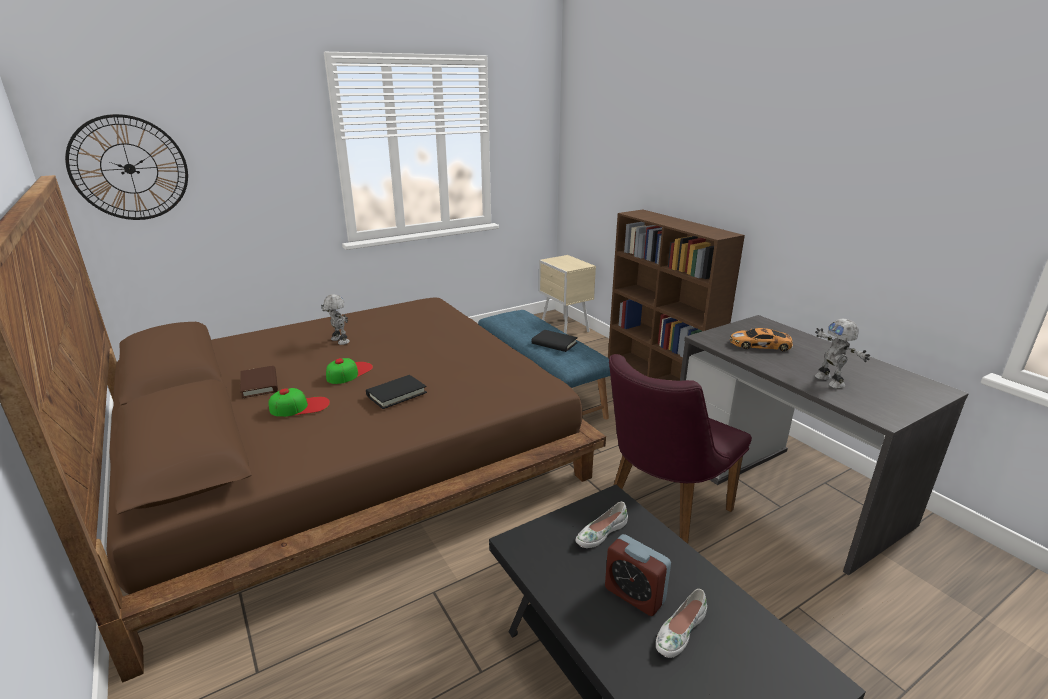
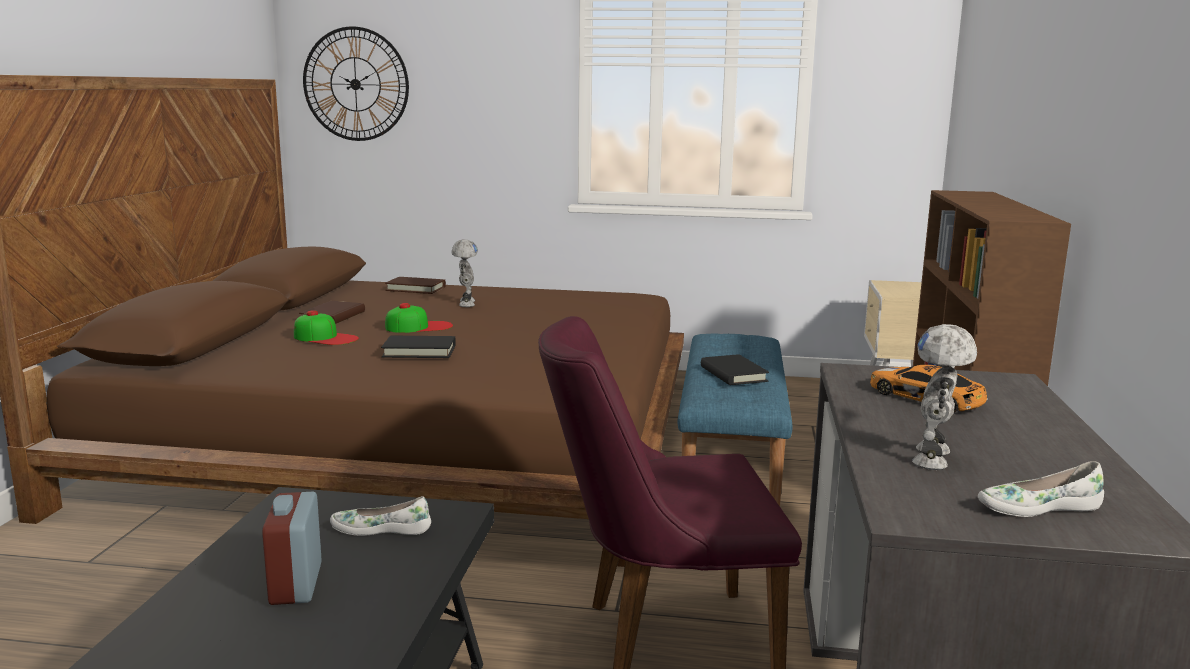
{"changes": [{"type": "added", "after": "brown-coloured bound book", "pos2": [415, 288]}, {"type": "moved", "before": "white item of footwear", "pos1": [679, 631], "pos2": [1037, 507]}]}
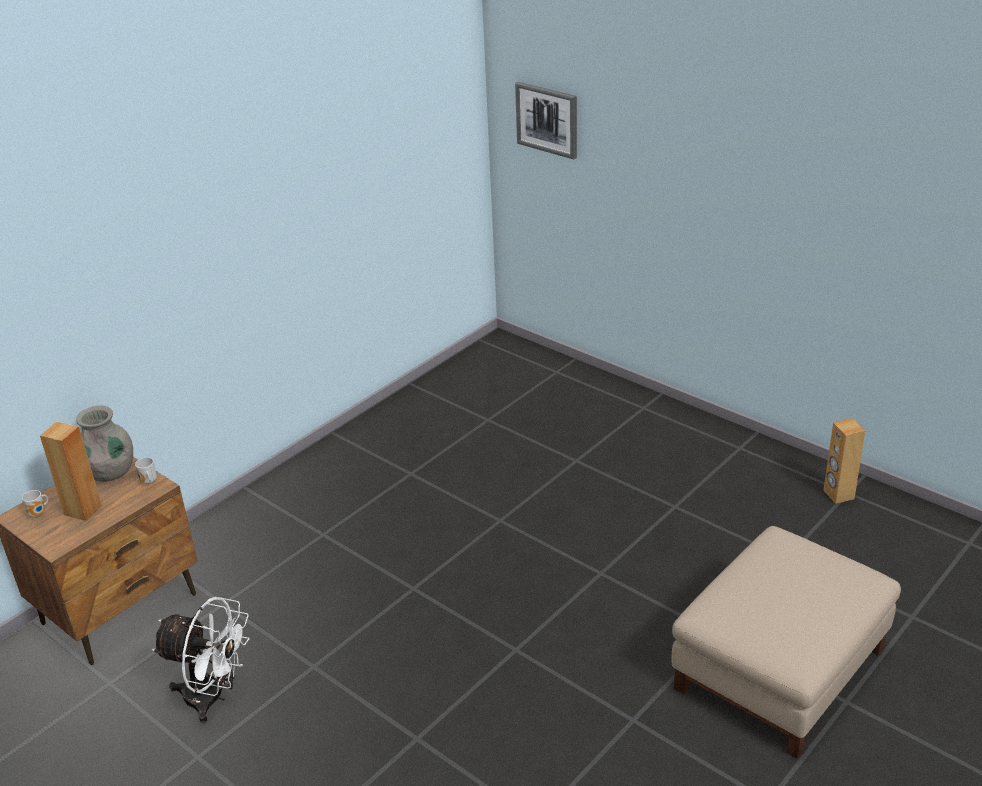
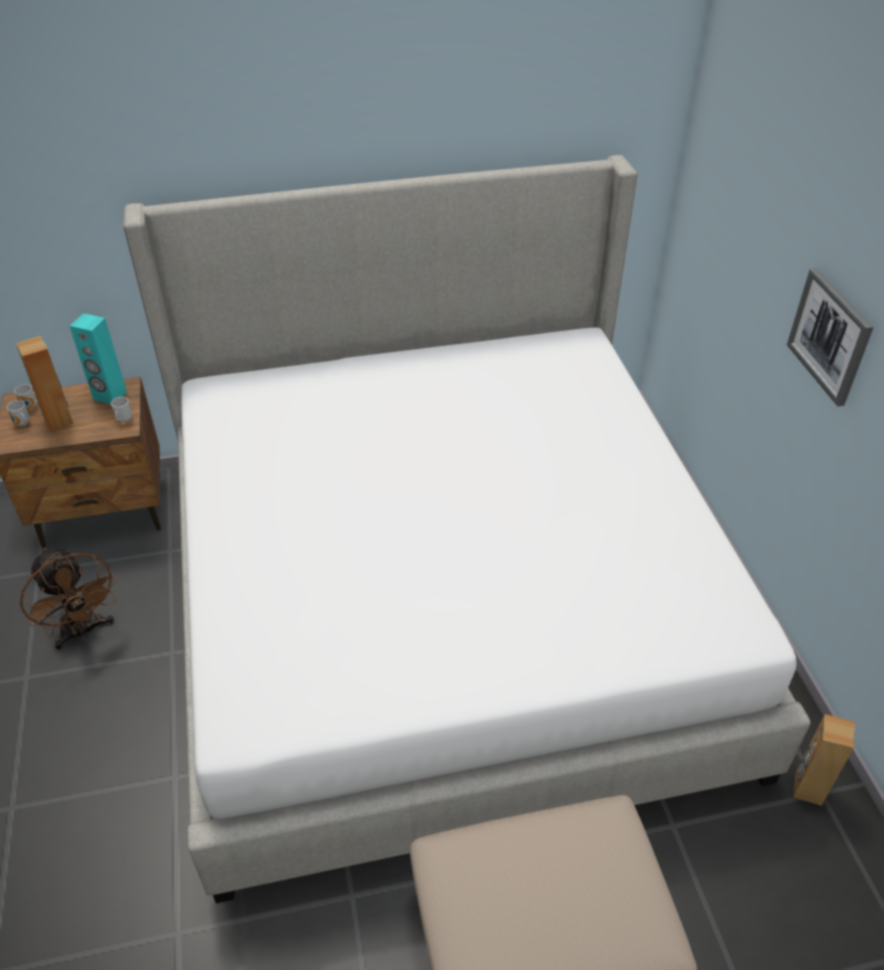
{"changes": [{"type": "added", "after": "coffee mug", "pos2": [22, 424]}, {"type": "recoloured", "before": "white electric fan", "after": "brown-coloured electric fan", "pos1": [213, 697], "pos2": [83, 631]}, {"type": "replaced", "before": "gray decorative vase", "after": "blue-green speaker", "pos1": [110, 473], "pos2": [110, 396]}, {"type": "added", "after": "bedroom bed", "pos2": [442, 603]}, {"type": "moved", "before": "wall picture", "pos1": [547, 119], "pos2": [830, 336]}]}
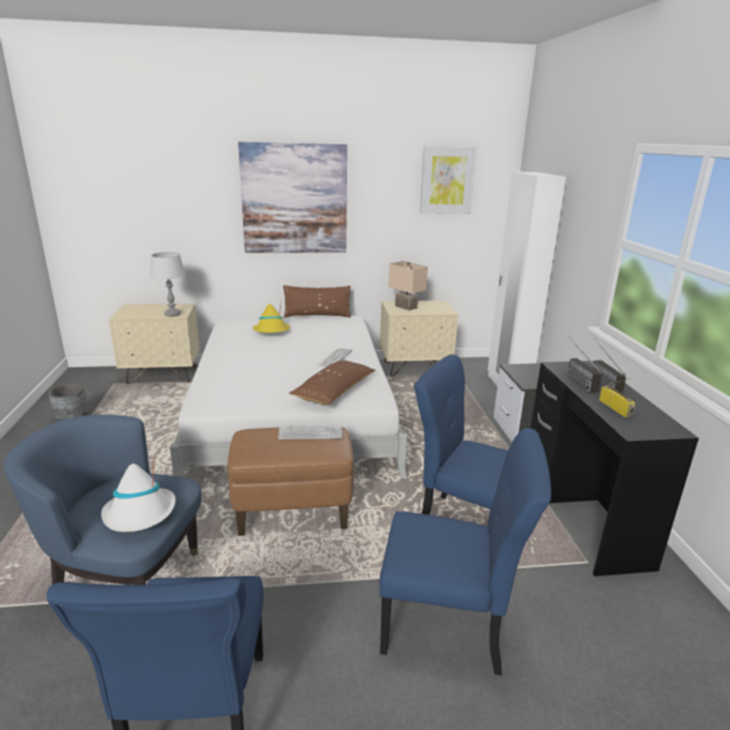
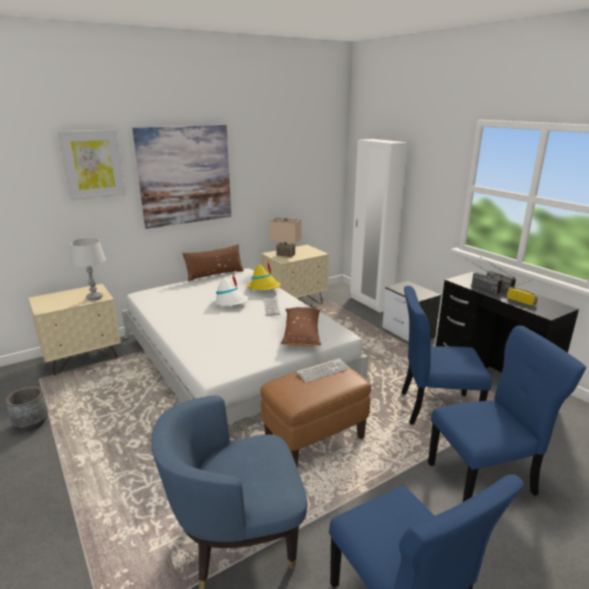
{"changes": [{"type": "moved", "before": "wall picture", "pos1": [447, 180], "pos2": [93, 164]}, {"type": "moved", "before": "white clothing hat", "pos1": [140, 514], "pos2": [230, 302]}, {"type": "moved", "before": "yellowish clothing hat", "pos1": [272, 331], "pos2": [264, 288]}]}
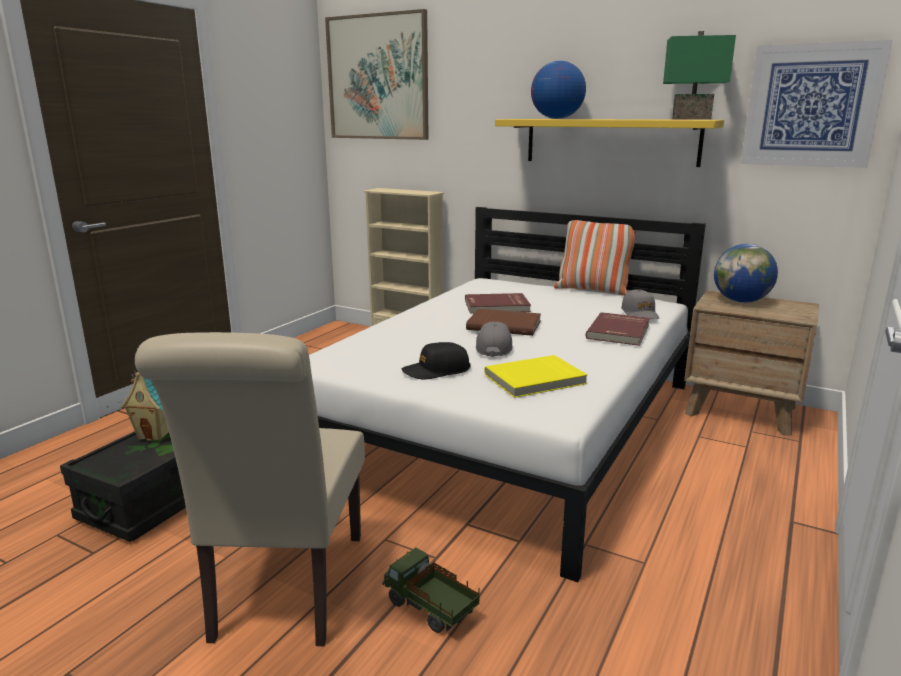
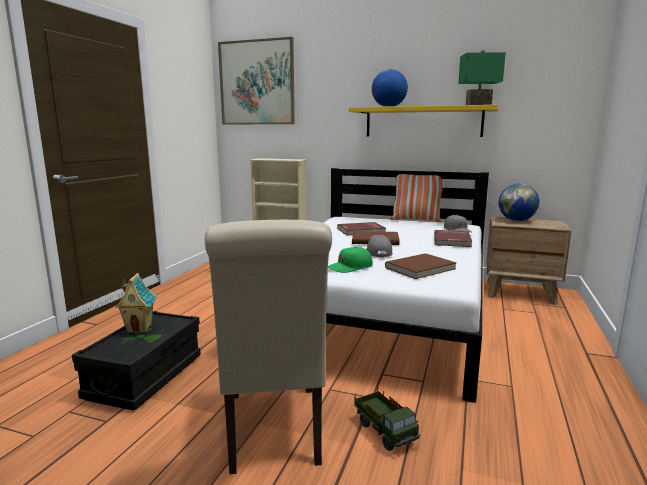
{"changes": [{"type": "recoloured", "before": "black baseball cap", "after": "green-coloured baseball cap", "pos1": [436, 371], "pos2": [350, 267]}, {"type": "turned", "before": "model truck", "pos1": [429, 609], "pos2": [385, 431], "turn": -150}, {"type": "recoloured", "before": "yellowish bound book", "after": "brown-coloured bound book", "pos1": [535, 380], "pos2": [421, 268]}, {"type": "removed", "before": "wall picture", "pos1": [811, 106]}]}
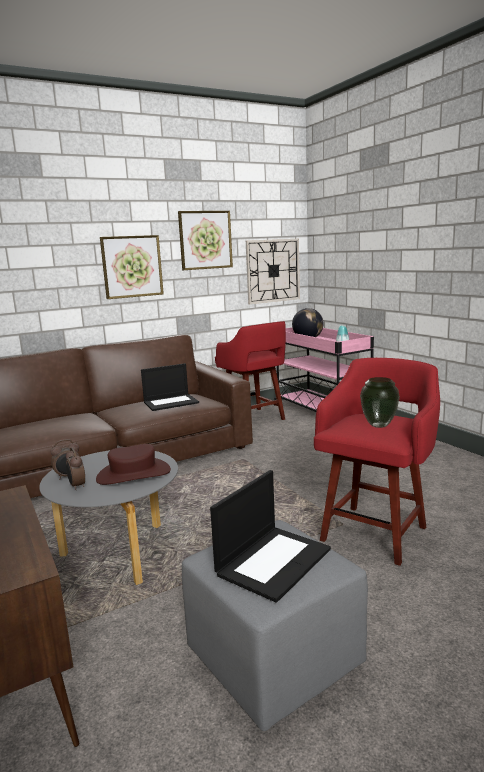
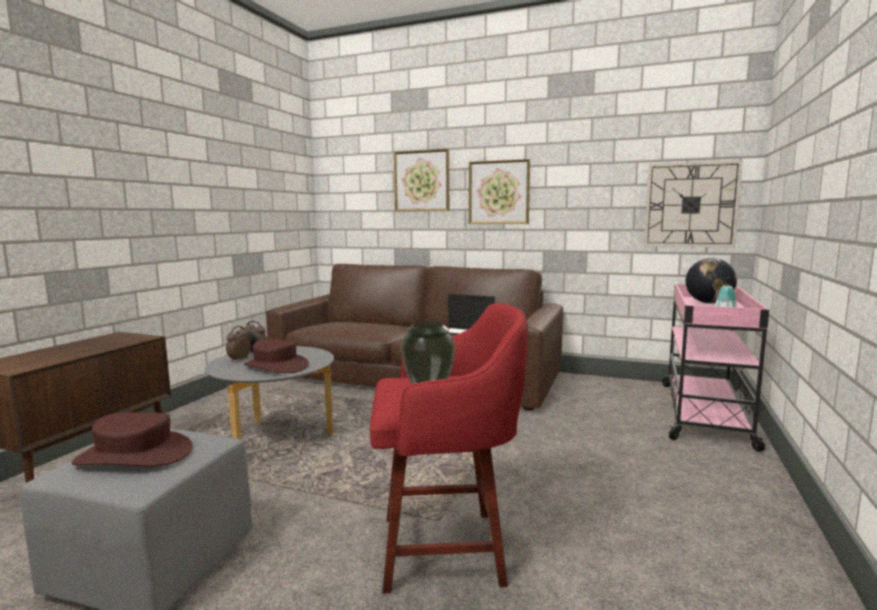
{"changes": [{"type": "replaced", "before": "notebook computer", "after": "brown-coloured clothing hat", "pos1": [273, 561], "pos2": [135, 455]}, {"type": "moved", "before": "wall picture", "pos1": [205, 240], "pos2": [422, 181]}, {"type": "removed", "before": "red-coloured sitting stool", "pos1": [254, 419]}]}
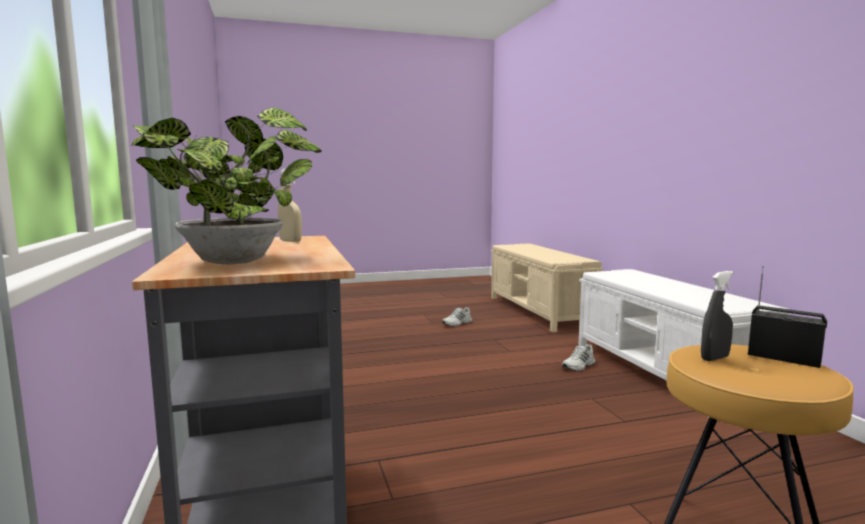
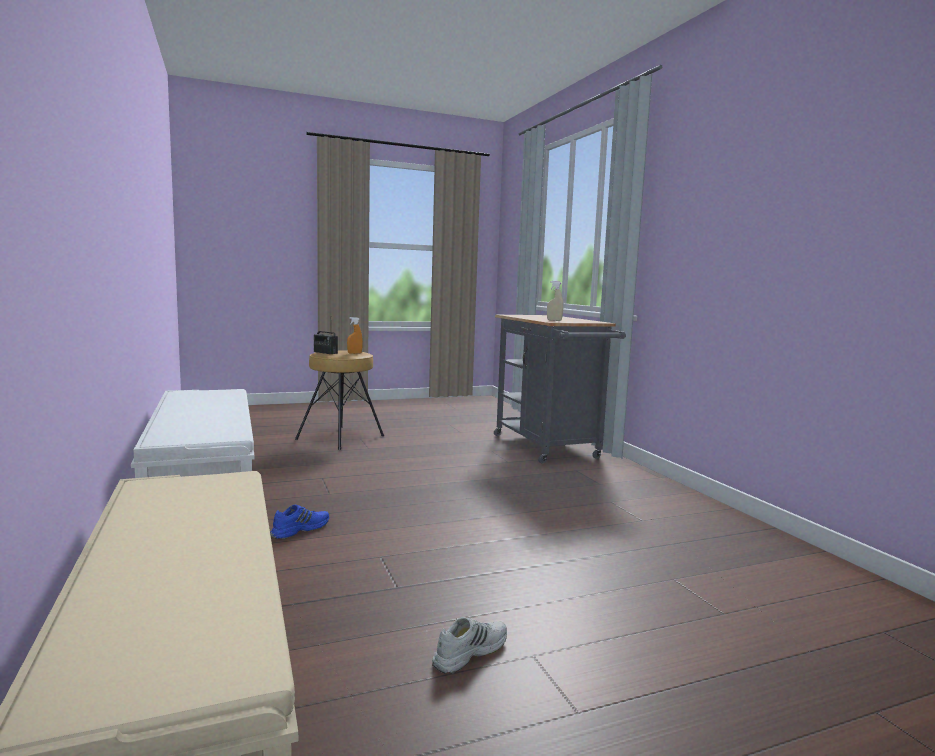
{"changes": [{"type": "recoloured", "before": "white item of footwear", "after": "blue item of footwear", "pos1": [579, 366], "pos2": [300, 529]}, {"type": "recoloured", "before": "gray spray bottle", "after": "orange-coloured spray bottle", "pos1": [714, 358], "pos2": [354, 353]}, {"type": "removed", "before": "houseplant", "pos1": [240, 260]}]}
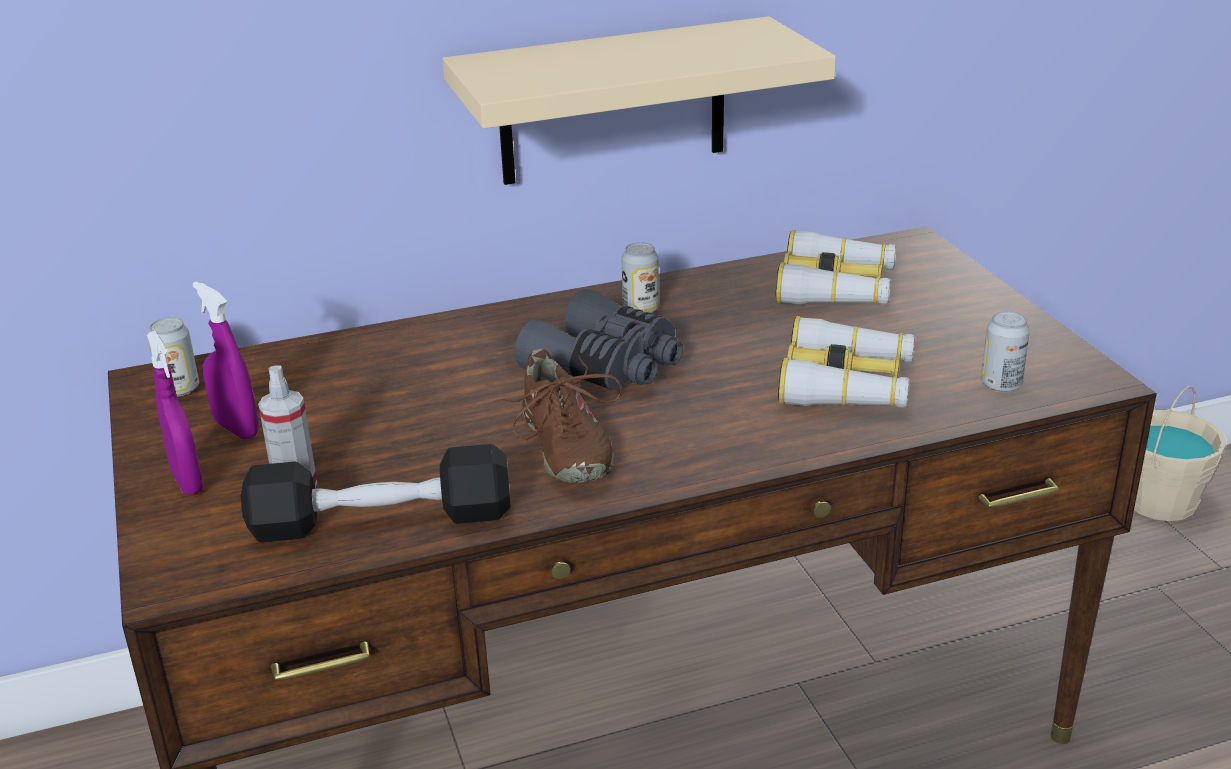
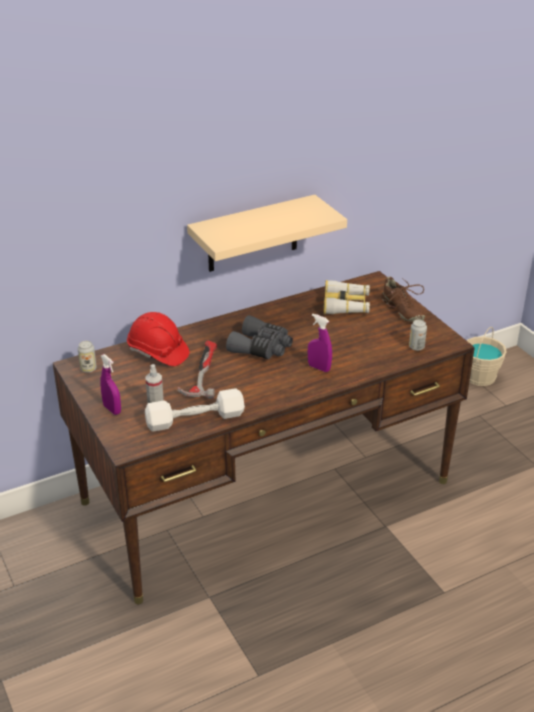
{"changes": [{"type": "added", "after": "red-coloured hard hat", "pos2": [158, 352]}, {"type": "recoloured", "before": "black free weight", "after": "white free weight", "pos1": [381, 520], "pos2": [195, 419]}, {"type": "added", "after": "tool hammer", "pos2": [201, 372]}, {"type": "moved", "before": "purple-coloured spray bottle", "pos1": [236, 429], "pos2": [319, 368]}, {"type": "moved", "before": "brown-coloured item of footwear", "pos1": [563, 447], "pos2": [402, 310]}, {"type": "removed", "before": "metal can", "pos1": [640, 309]}, {"type": "removed", "before": "pair of binoculars", "pos1": [846, 384]}]}
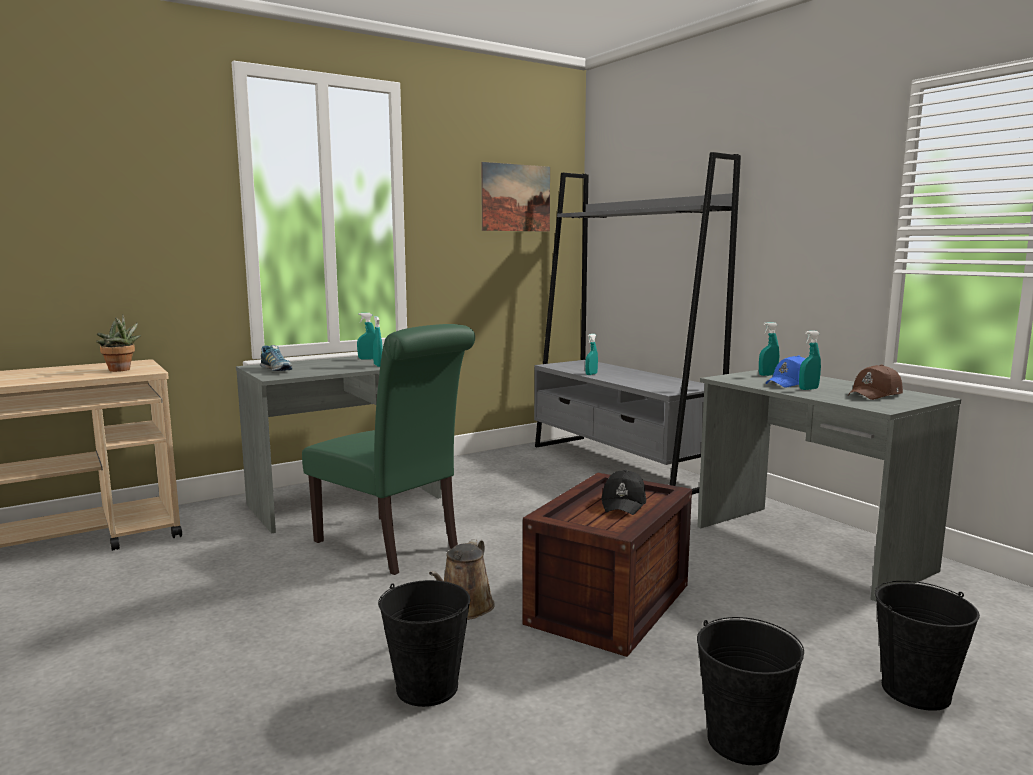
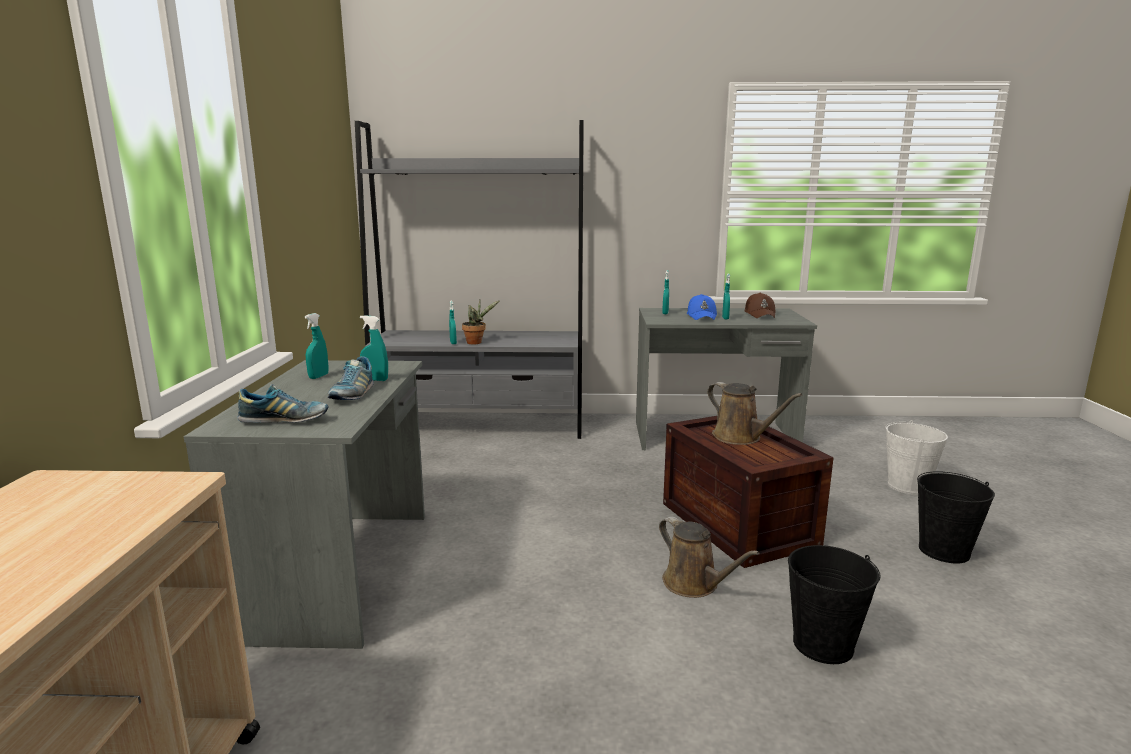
{"changes": [{"type": "added", "after": "item of footwear", "pos2": [352, 394]}, {"type": "moved", "before": "houseplant", "pos1": [121, 370], "pos2": [476, 342]}, {"type": "replaced", "before": "black baseball cap", "after": "brown-coloured sprinkling can", "pos1": [624, 503], "pos2": [740, 437]}, {"type": "recoloured", "before": "black pail", "after": "white pail", "pos1": [916, 691], "pos2": [908, 486]}, {"type": "removed", "before": "green-coloured upright chair", "pos1": [393, 546]}, {"type": "removed", "before": "wall picture", "pos1": [516, 198]}]}
